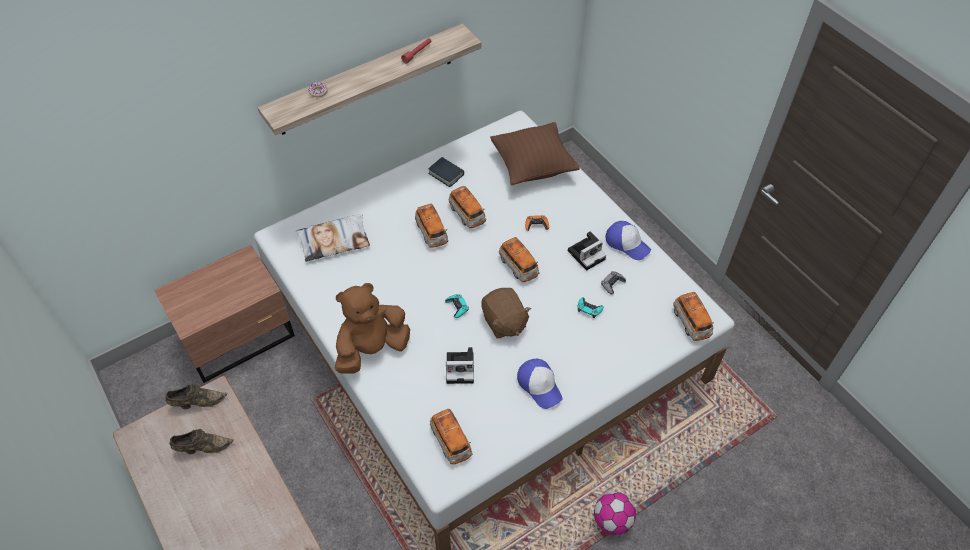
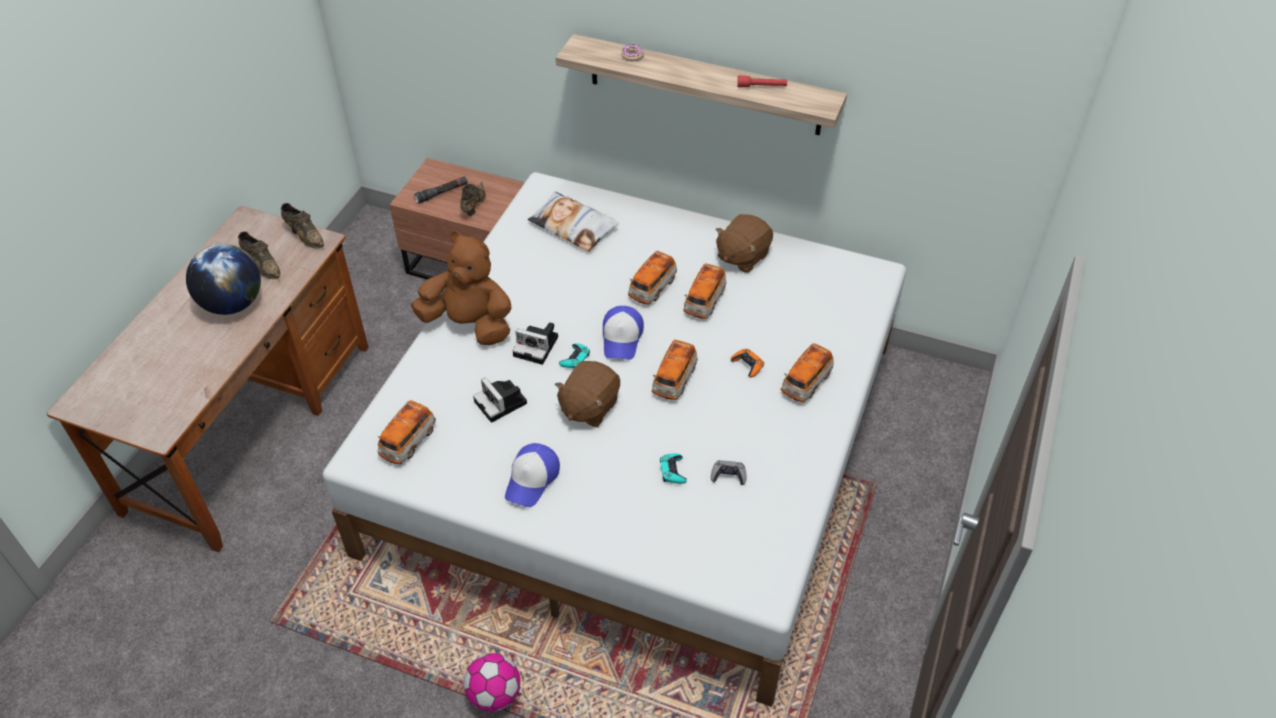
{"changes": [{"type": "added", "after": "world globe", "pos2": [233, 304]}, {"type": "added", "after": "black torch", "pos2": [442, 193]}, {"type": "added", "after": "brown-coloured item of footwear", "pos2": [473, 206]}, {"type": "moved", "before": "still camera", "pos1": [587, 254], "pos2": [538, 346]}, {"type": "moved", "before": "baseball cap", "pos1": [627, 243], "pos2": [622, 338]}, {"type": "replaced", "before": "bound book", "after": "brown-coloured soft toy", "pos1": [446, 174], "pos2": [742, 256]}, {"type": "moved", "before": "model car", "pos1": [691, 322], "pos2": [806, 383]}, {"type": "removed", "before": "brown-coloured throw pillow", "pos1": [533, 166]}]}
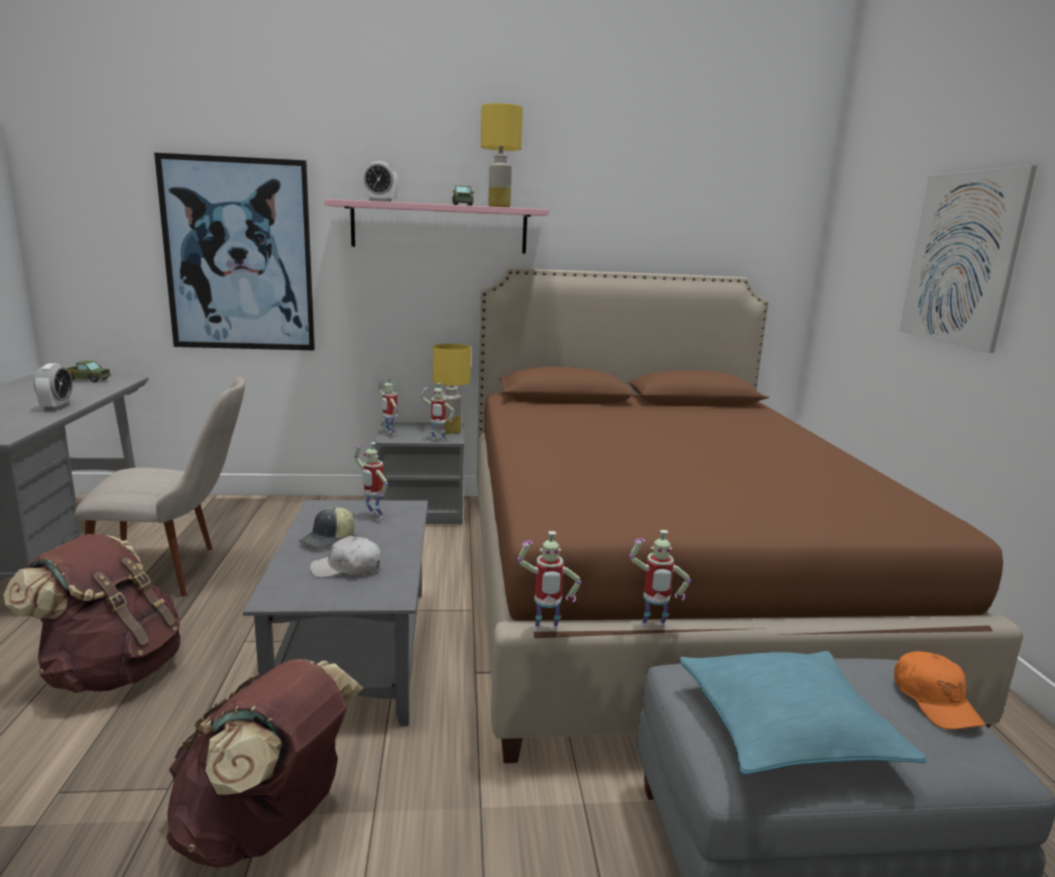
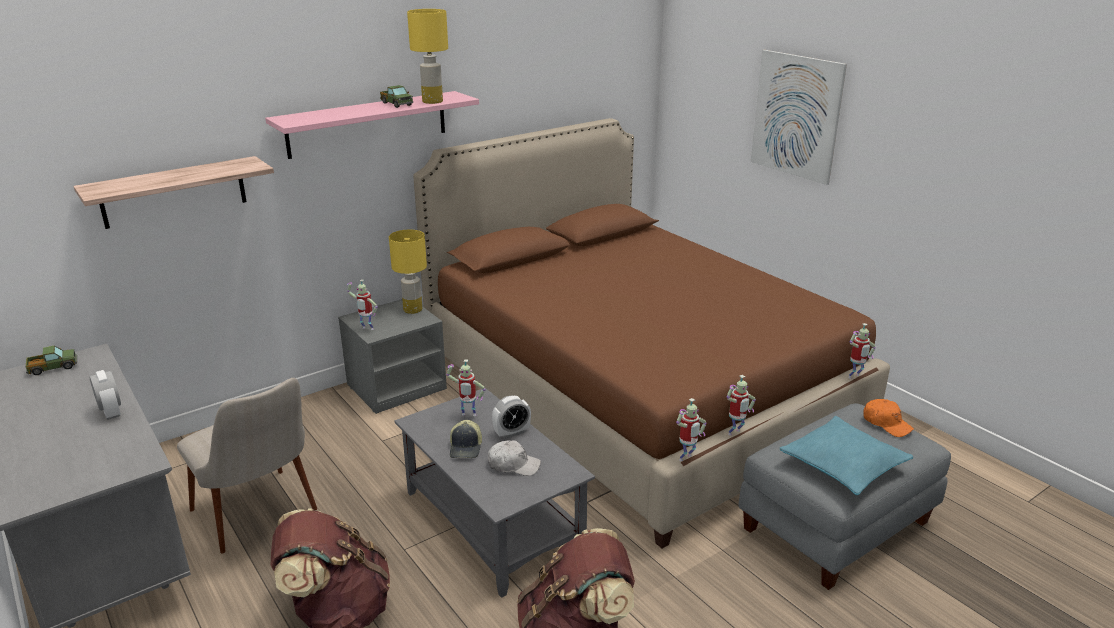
{"changes": [{"type": "replaced", "before": "wall picture", "after": "shelf", "pos1": [239, 255], "pos2": [174, 192]}, {"type": "turned", "before": "beige upright chair", "pos1": [177, 571], "pos2": [262, 520], "turn": 90}, {"type": "turned", "before": "white baseball cap", "pos1": [347, 568], "pos2": [513, 465], "turn": -135}, {"type": "moved", "before": "bedside clock", "pos1": [380, 201], "pos2": [512, 433]}, {"type": "moved", "before": "toy robot", "pos1": [437, 439], "pos2": [855, 377]}]}
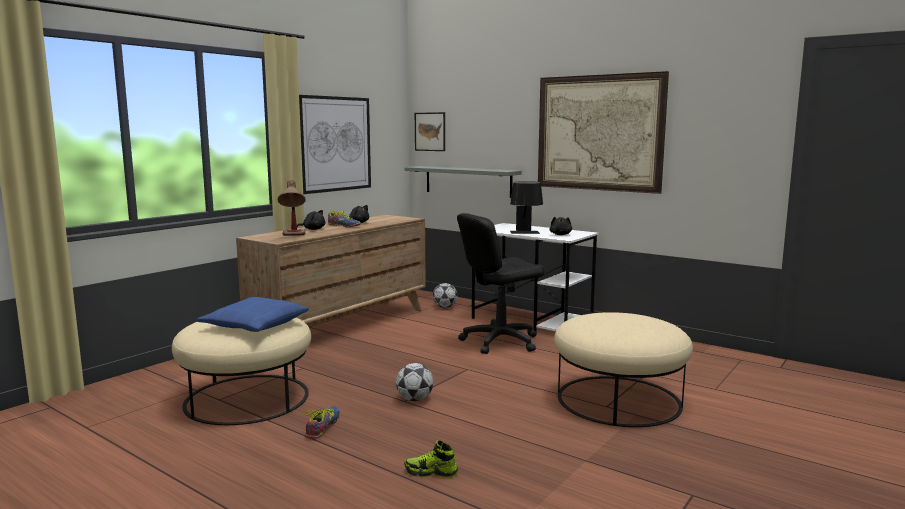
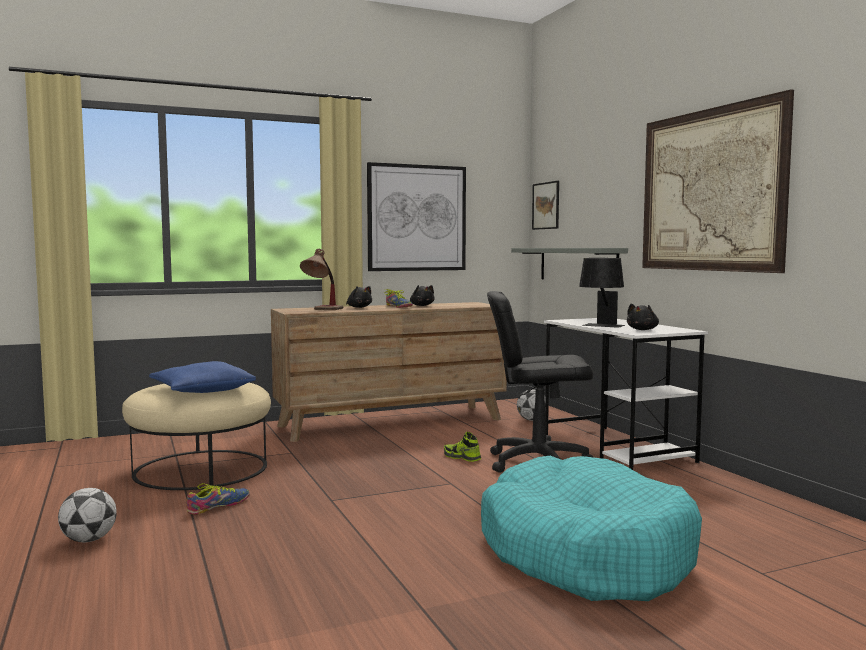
{"changes": [{"type": "moved", "before": "football ball", "pos1": [415, 399], "pos2": [89, 540]}, {"type": "moved", "before": "item of footwear", "pos1": [431, 472], "pos2": [462, 457]}, {"type": "replaced", "before": "beige footrest", "after": "blue-green pet bed", "pos1": [619, 399], "pos2": [585, 553]}]}
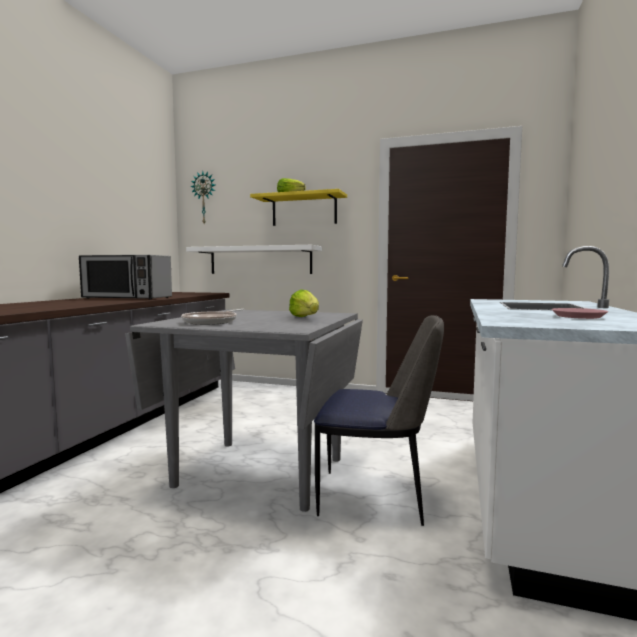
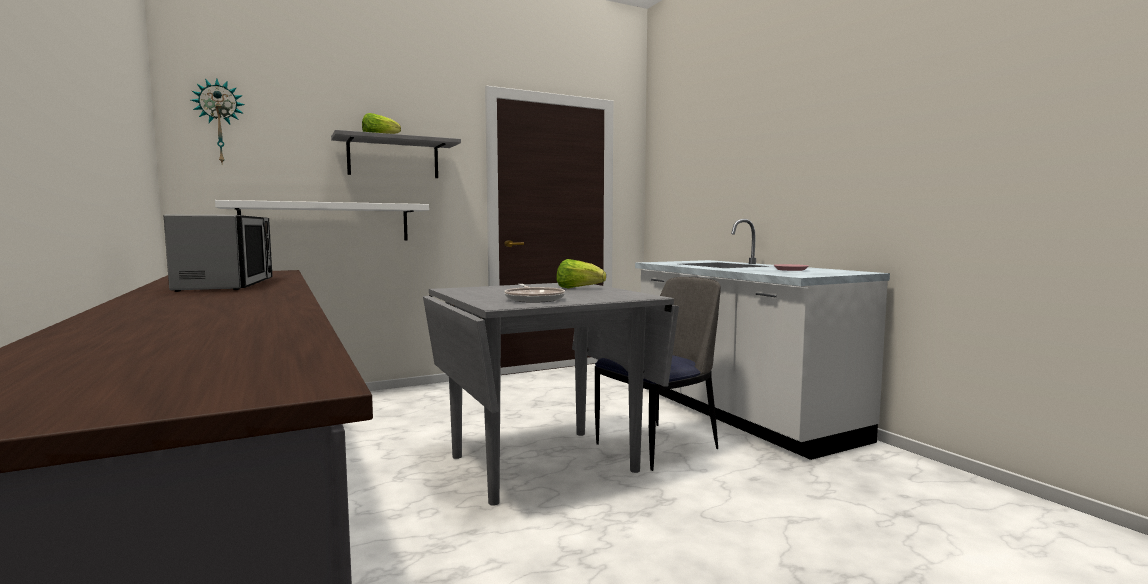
{"changes": [{"type": "turned", "before": "kitchen microwave", "pos1": [127, 298], "pos2": [227, 284], "turn": -75}, {"type": "recoloured", "before": "yellowish shelf", "after": "gray shelf", "pos1": [304, 210], "pos2": [393, 158]}]}
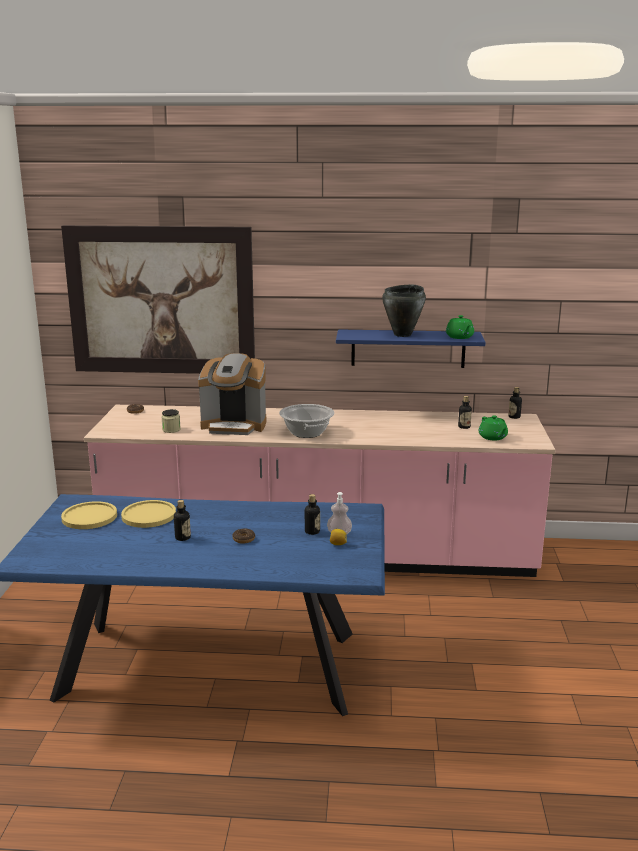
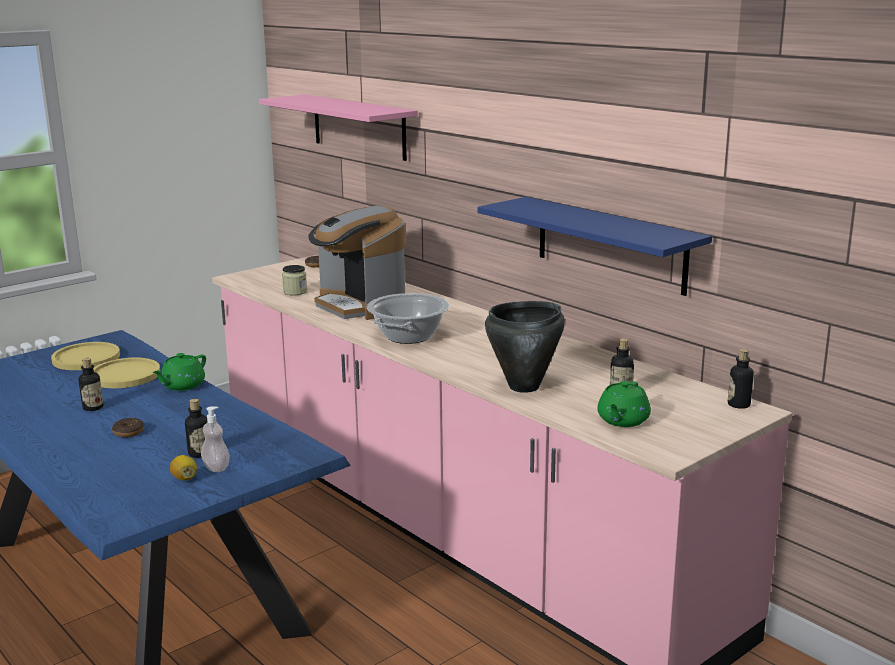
{"changes": [{"type": "moved", "before": "green-coloured tea pot", "pos1": [459, 337], "pos2": [182, 386]}, {"type": "replaced", "before": "wall picture", "after": "pinkish shelf", "pos1": [161, 300], "pos2": [358, 126]}, {"type": "moved", "before": "black cooking pot", "pos1": [403, 334], "pos2": [524, 387]}]}
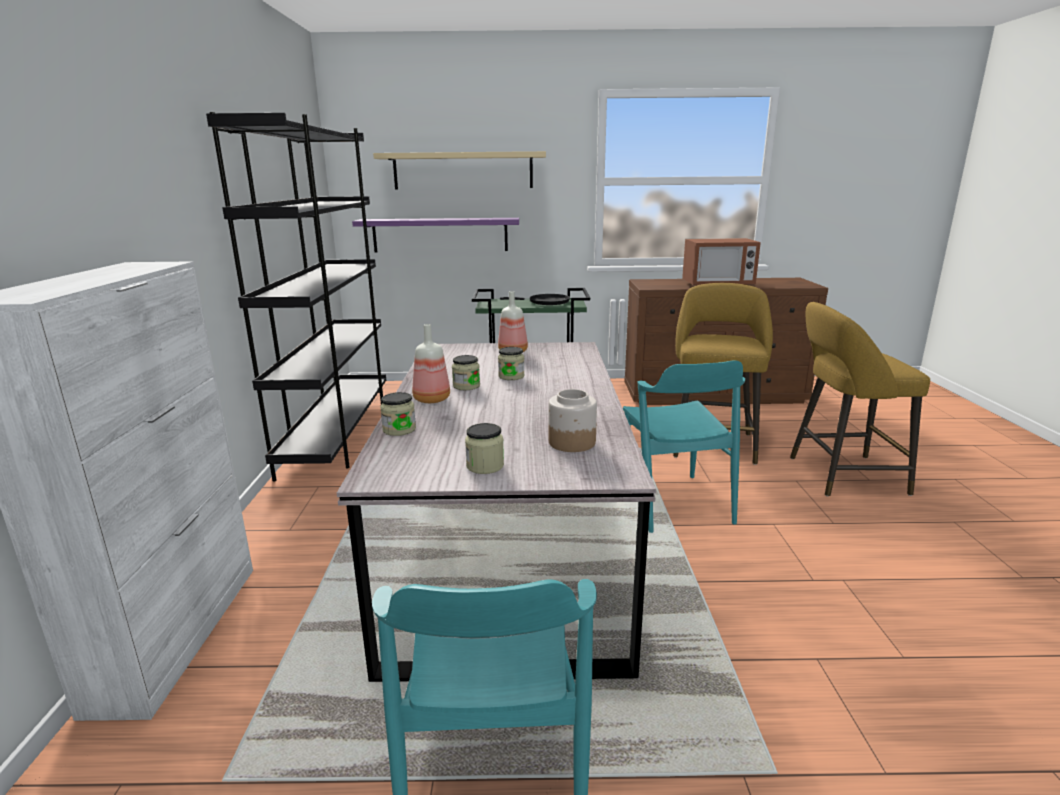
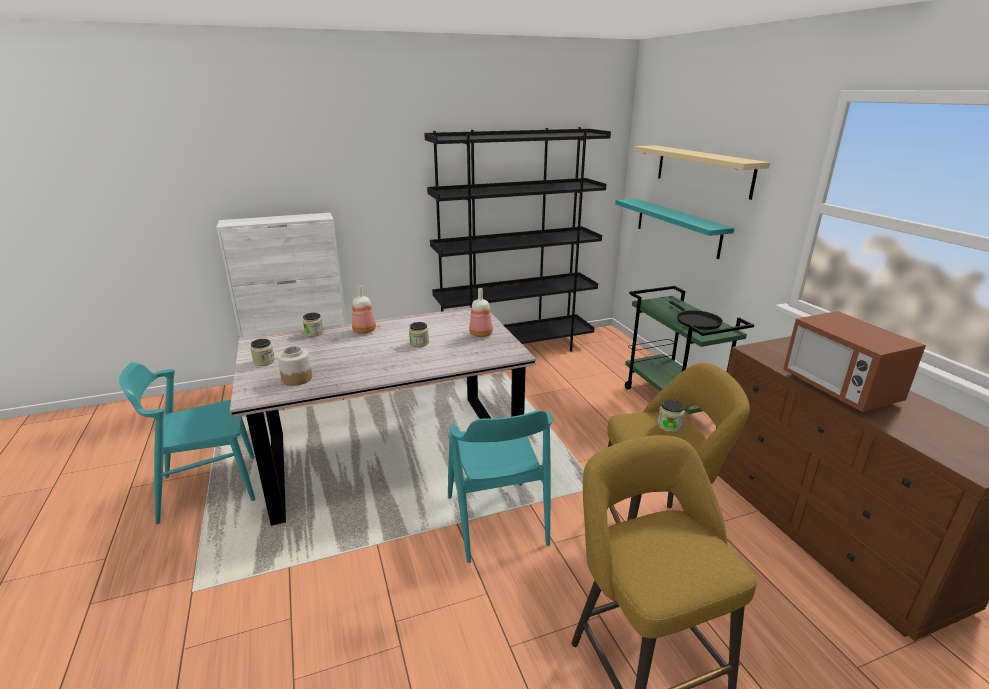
{"changes": [{"type": "turned", "before": "blue-green upright chair", "pos1": [672, 503], "pos2": [496, 520], "turn": -75}, {"type": "recoloured", "before": "purple-coloured shelf", "after": "blue-green shelf", "pos1": [440, 235], "pos2": [677, 227]}, {"type": "moved", "before": "jar", "pos1": [466, 386], "pos2": [669, 426]}]}
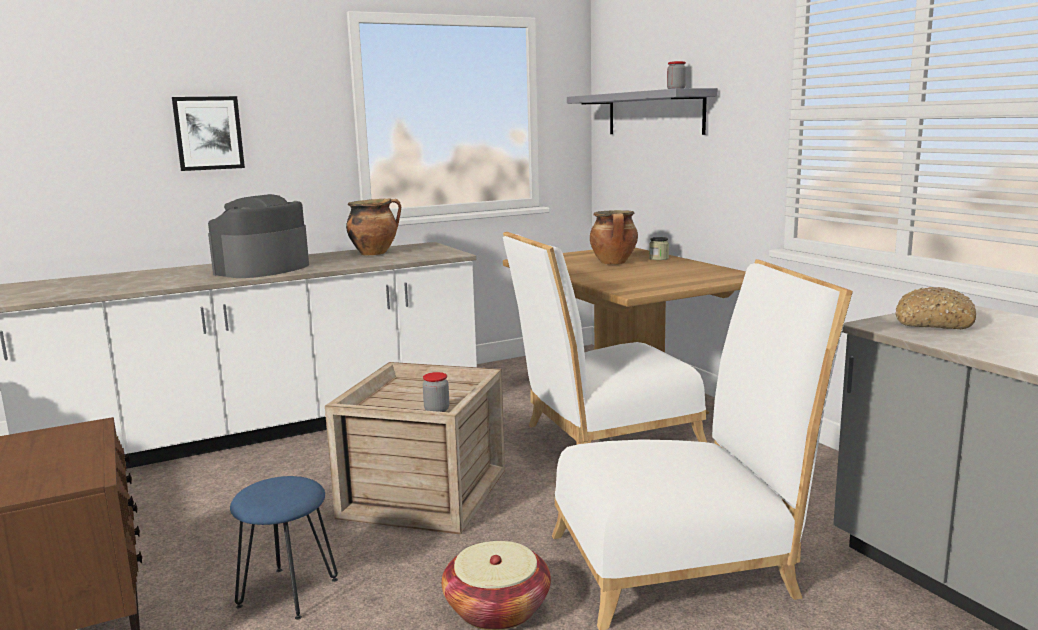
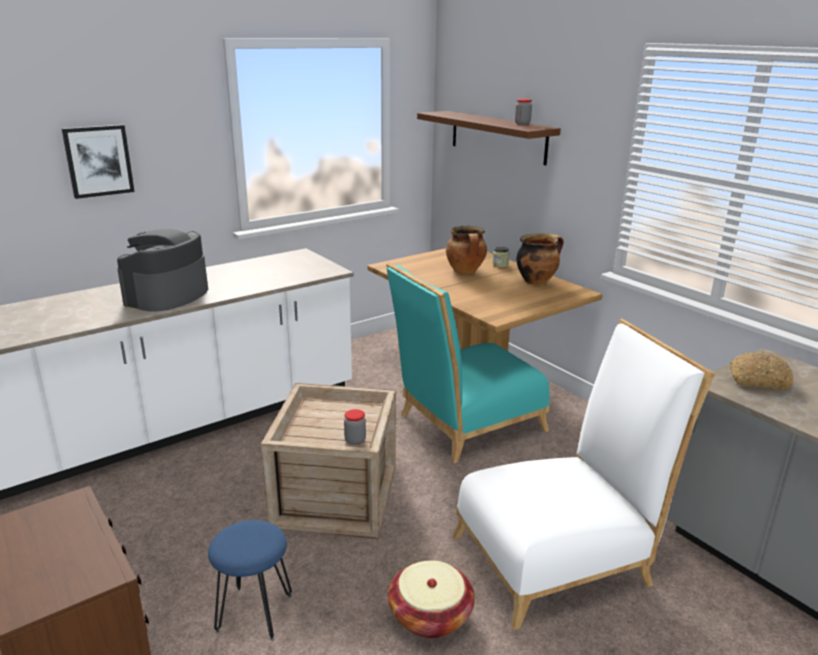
{"changes": [{"type": "recoloured", "before": "white upright chair", "after": "blue-green upright chair", "pos1": [603, 437], "pos2": [465, 425]}, {"type": "recoloured", "before": "gray shelf", "after": "brown-coloured shelf", "pos1": [654, 113], "pos2": [497, 136]}, {"type": "moved", "before": "cooking pot", "pos1": [375, 253], "pos2": [536, 281]}]}
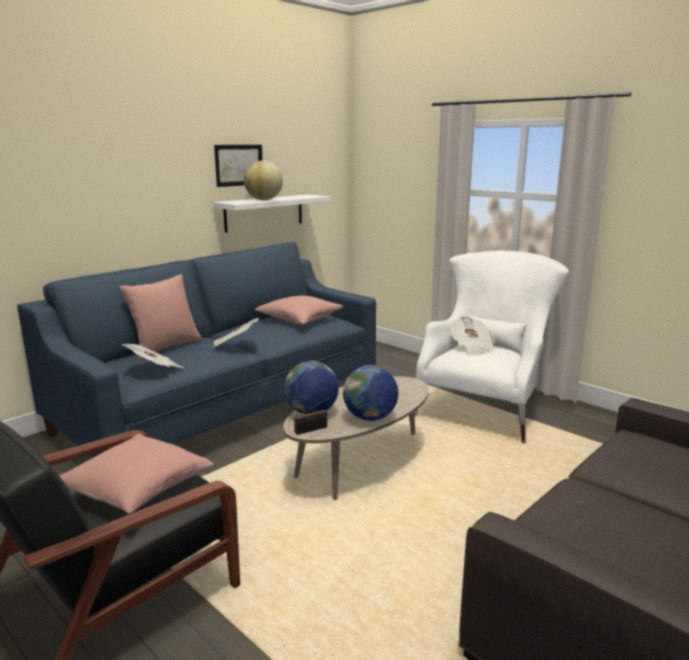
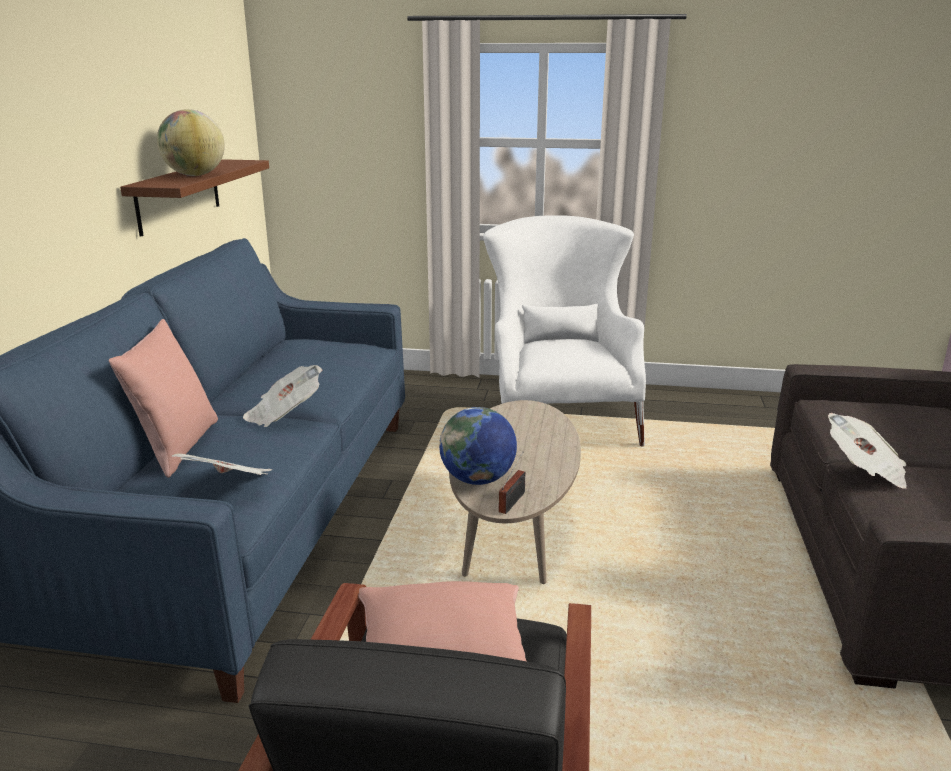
{"changes": [{"type": "recoloured", "before": "white shelf", "after": "brown-coloured shelf", "pos1": [264, 212], "pos2": [179, 195]}, {"type": "moved", "before": "newspaper", "pos1": [472, 347], "pos2": [865, 470]}, {"type": "removed", "before": "wall picture", "pos1": [239, 165]}, {"type": "removed", "before": "pinkish throw pillow", "pos1": [299, 320]}, {"type": "removed", "before": "world globe", "pos1": [370, 418]}]}
